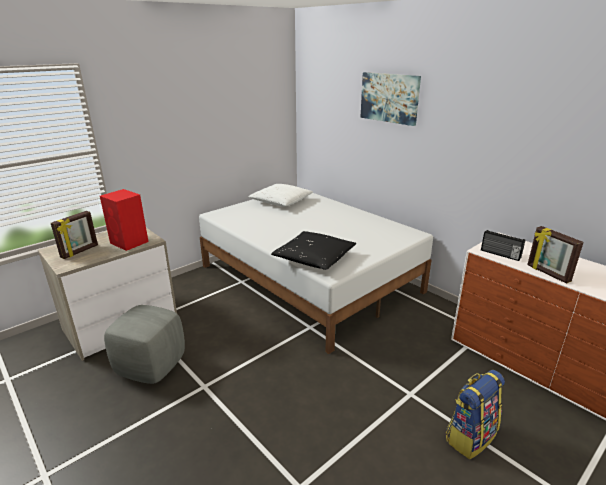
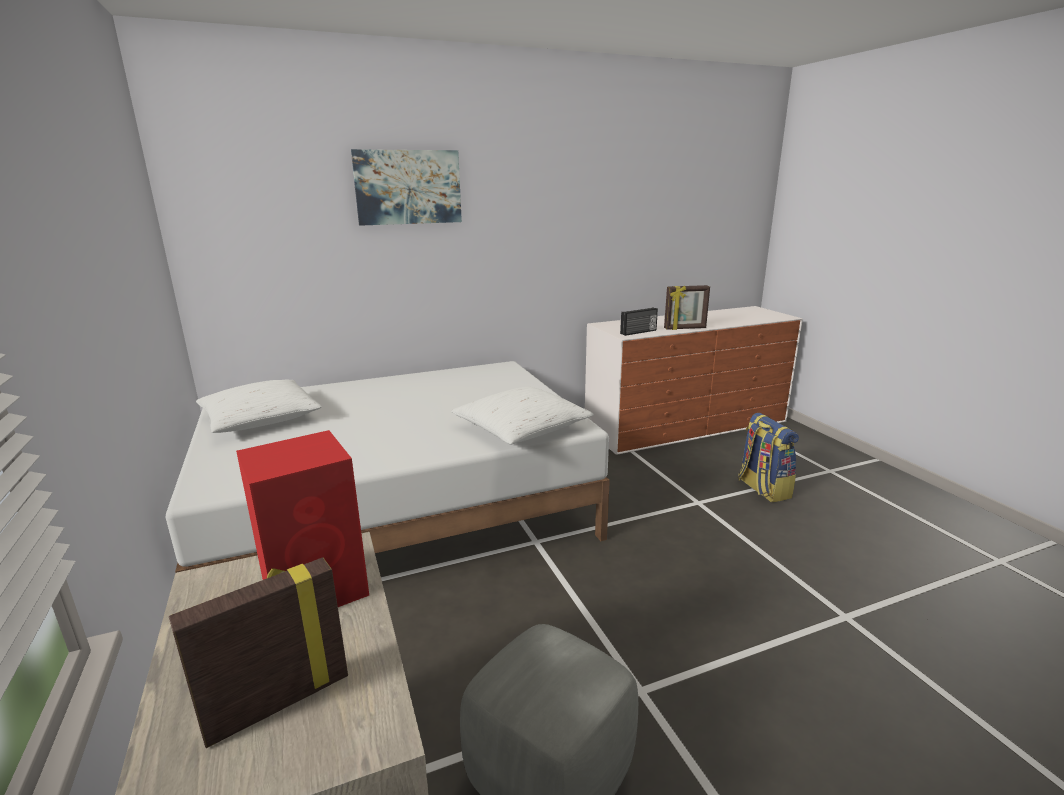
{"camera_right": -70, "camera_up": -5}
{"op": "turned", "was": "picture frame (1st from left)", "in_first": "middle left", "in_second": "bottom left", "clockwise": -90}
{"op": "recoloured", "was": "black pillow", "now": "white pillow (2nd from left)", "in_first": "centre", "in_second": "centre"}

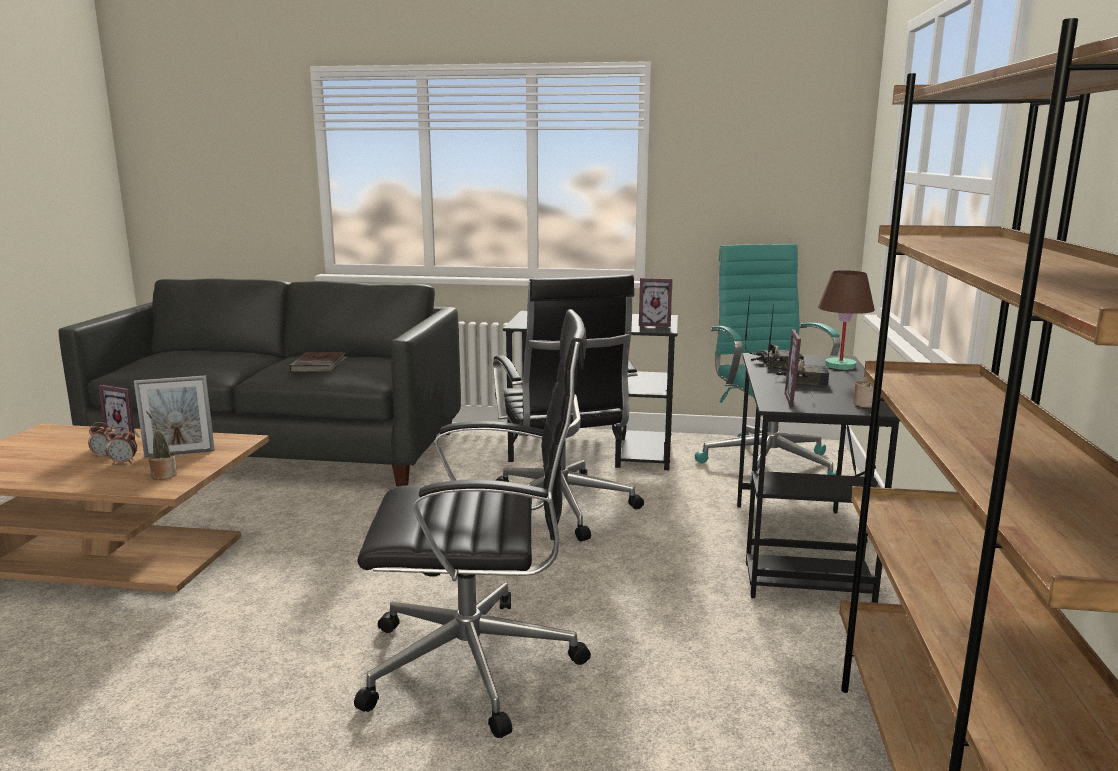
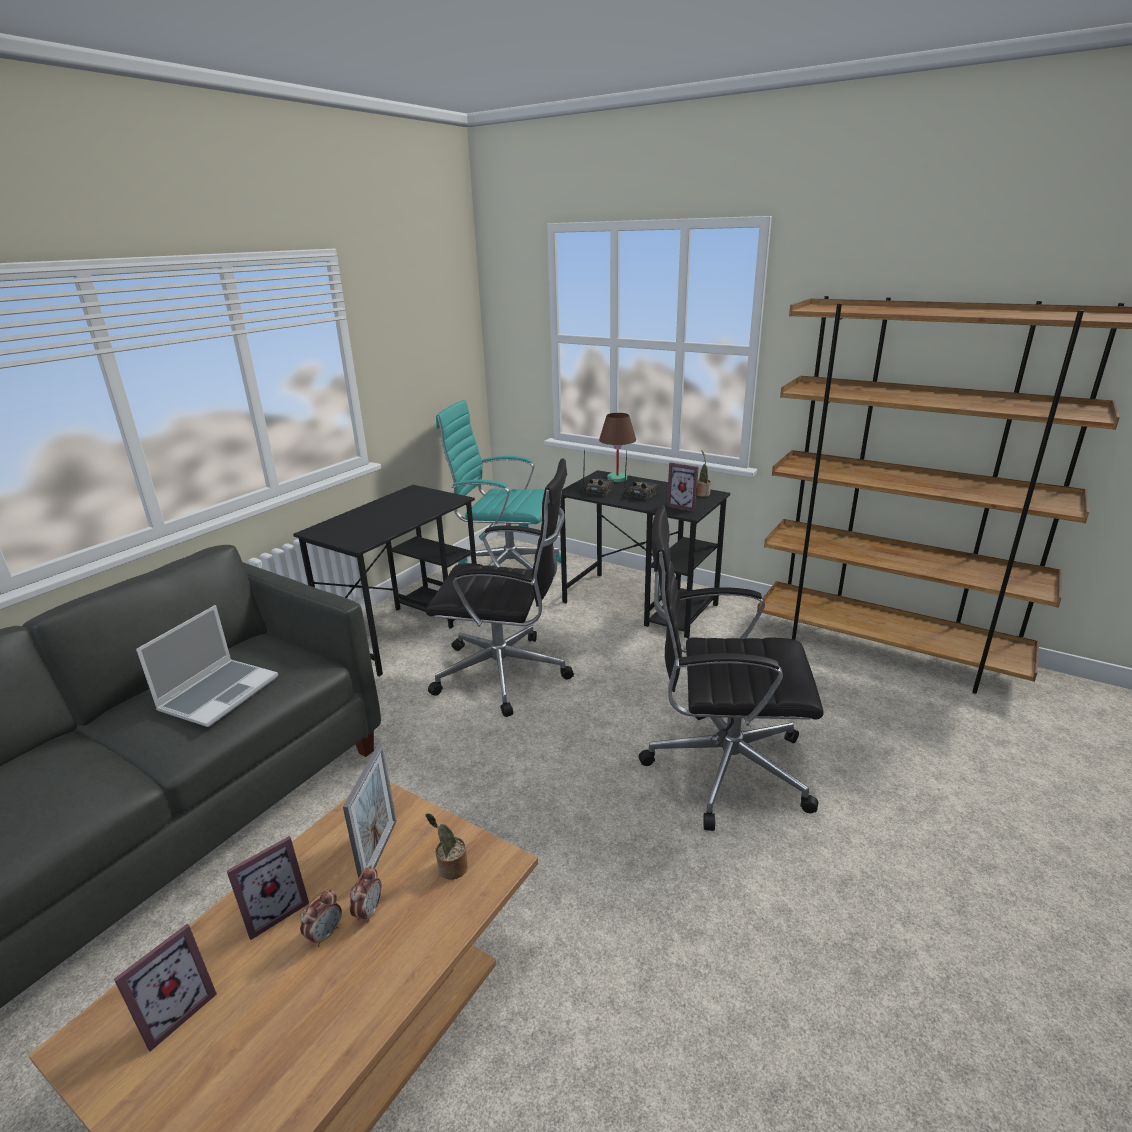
{"camera_right": -65, "camera_up": 10}
{"op": "moved", "was": "picture frame (3rd from left in the first image)", "now": "picture frame (1st from left)", "in_first": "centre", "in_second": "bottom left"}
{"op": "turned", "was": "black office chair (1st from left in the first image)", "in_first": "bottom centre", "in_second": "centre", "clockwise": -105}
{"op": "replaced", "was": "brown book", "now": "laptop", "in_first": "middle left", "in_second": "middle left"}

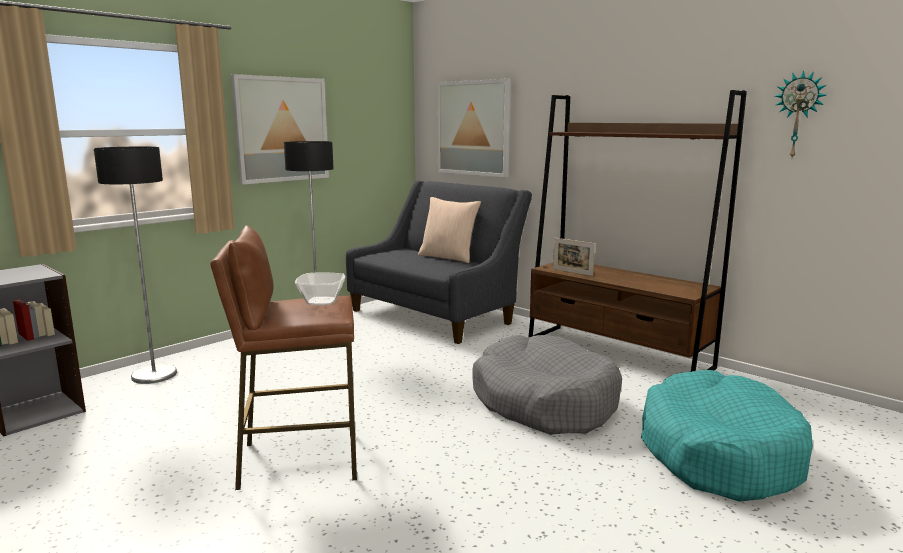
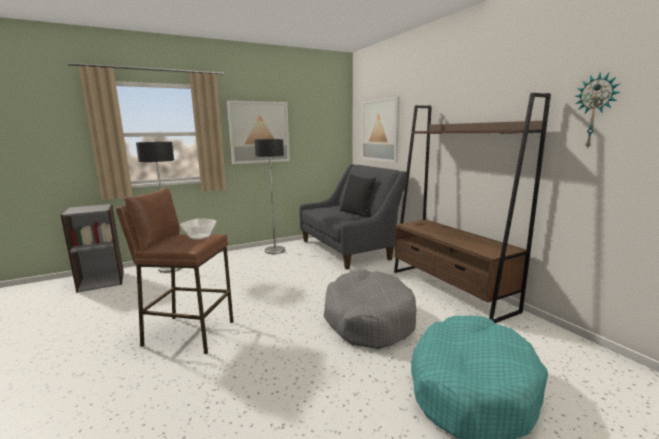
{"camera_right": 20, "camera_up": 0}
{"op": "recoloured", "was": "beige pillow", "now": "black pillow", "in_first": "centre", "in_second": "centre"}
{"op": "removed", "was": "picture frame", "in_first": "centre"}

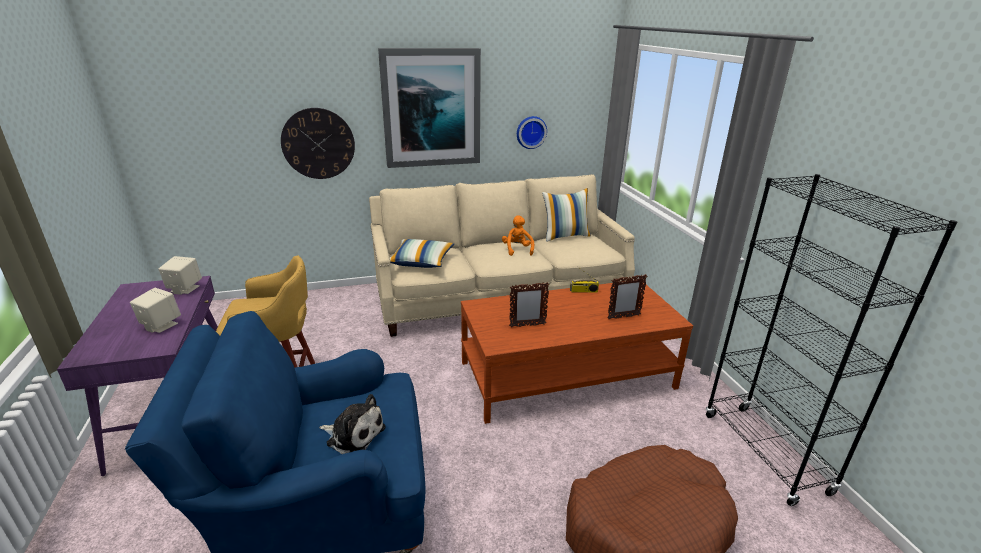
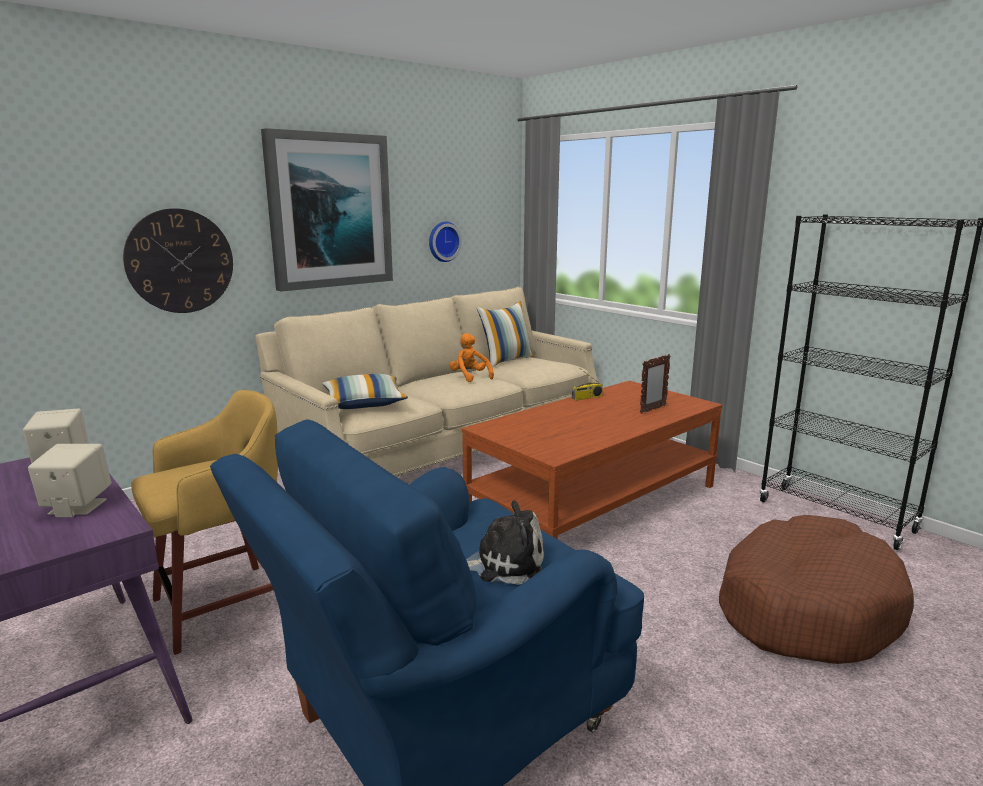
{"camera_right": -25, "camera_up": -10}
{"op": "removed", "was": "picture frame (1st from left)", "in_first": "centre"}

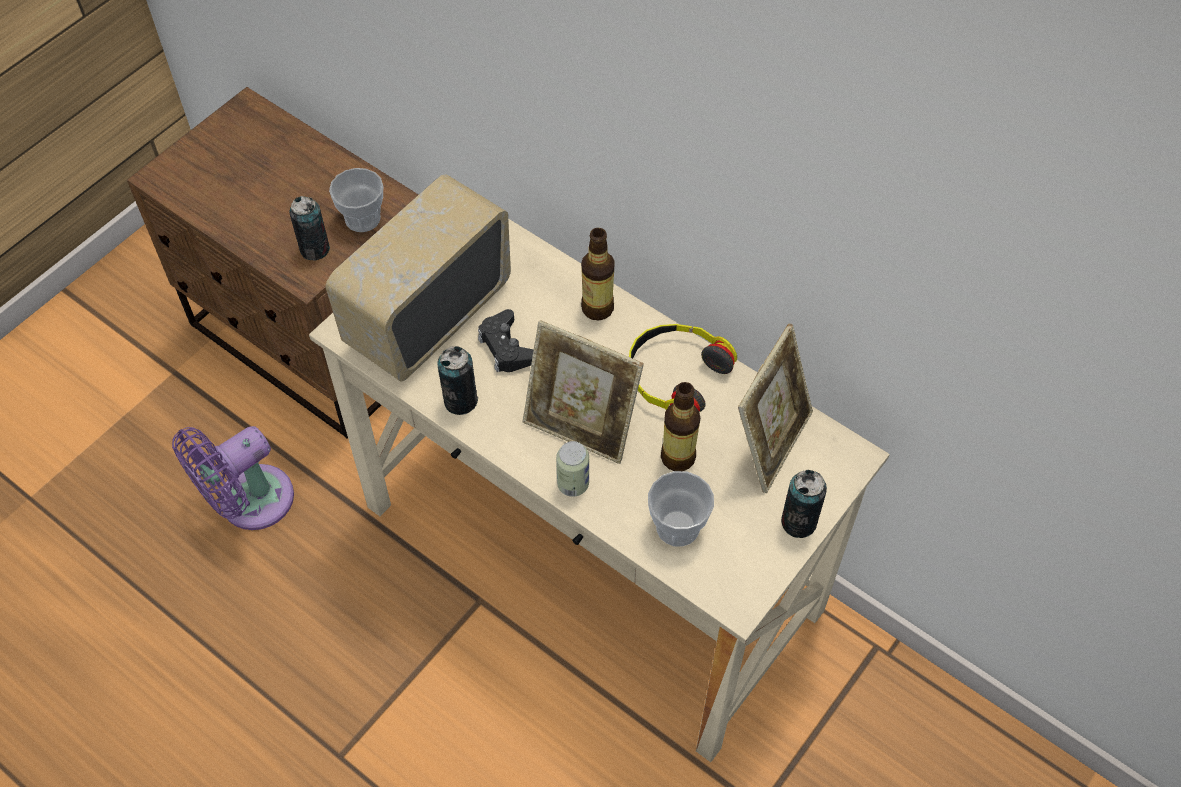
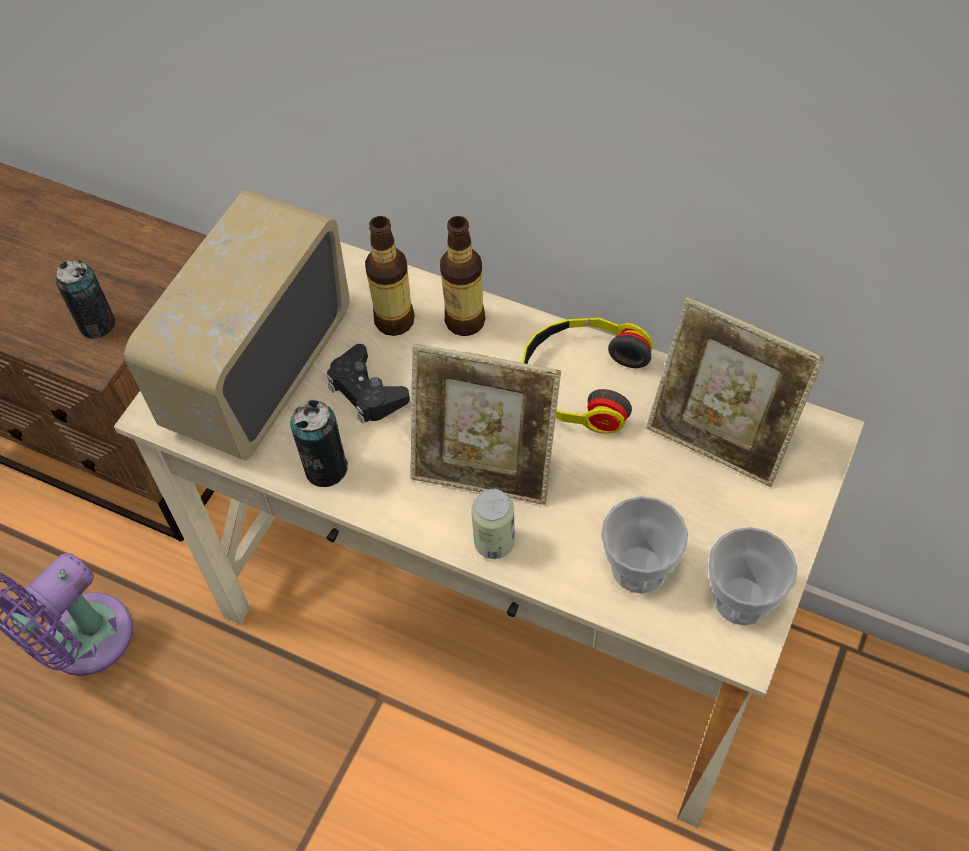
{"camera_right": -10, "camera_up": 0}
{"op": "moved", "was": "cup (1st from left in the first image)", "now": "cup (2nd from left)", "in_first": "top left", "in_second": "bottom right"}
{"op": "turned", "was": "picture frame (2nd from left)", "in_first": "centre", "in_second": "middle right", "clockwise": 105}
{"op": "moved", "was": "bottle (2nd from left in the first image)", "now": "bottle (1st from left)", "in_first": "centre", "in_second": "top centre"}
{"op": "removed", "was": "can (4th from left)", "in_first": "middle right"}

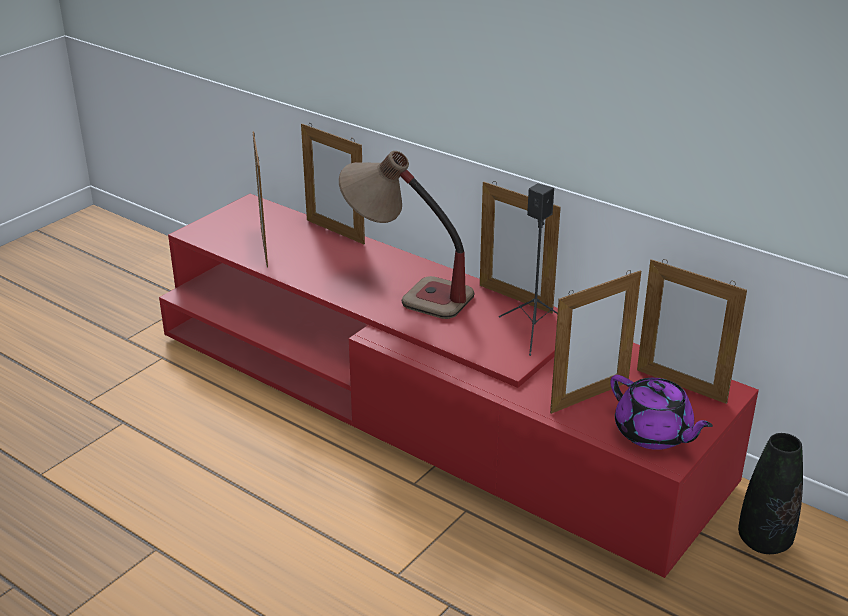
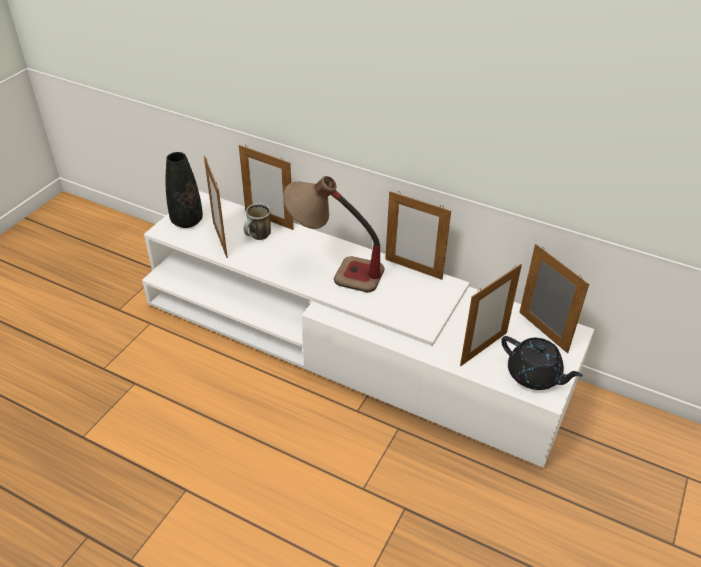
{"camera_right": -10, "camera_up": 10}
{"op": "removed", "was": "black speaker", "in_first": "centre"}
{"op": "recoloured", "was": "red tv stand", "now": "white tv stand", "in_first": "centre", "in_second": "centre"}
{"op": "turned", "was": "picture frame (5th from left)", "in_first": "middle right", "in_second": "middle right", "clockwise": -150}
{"op": "recoloured", "was": "purple teapot", "now": "black teapot", "in_first": "bottom right", "in_second": "middle right"}
{"op": "moved", "was": "black vase", "in_first": "bottom right", "in_second": "middle left"}
{"op": "added", "now": "mug", "in_second": "centre"}

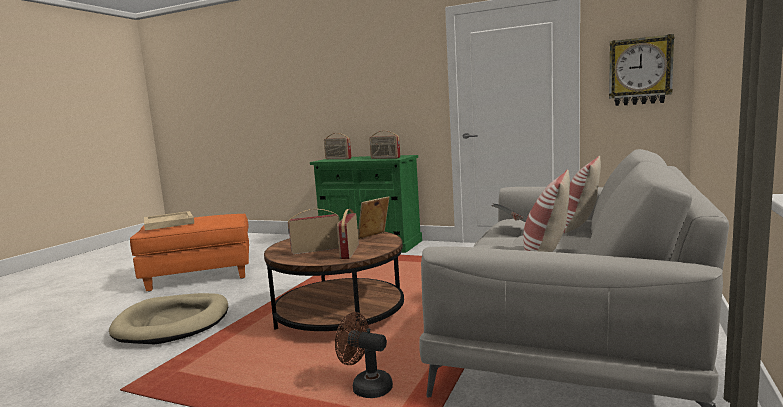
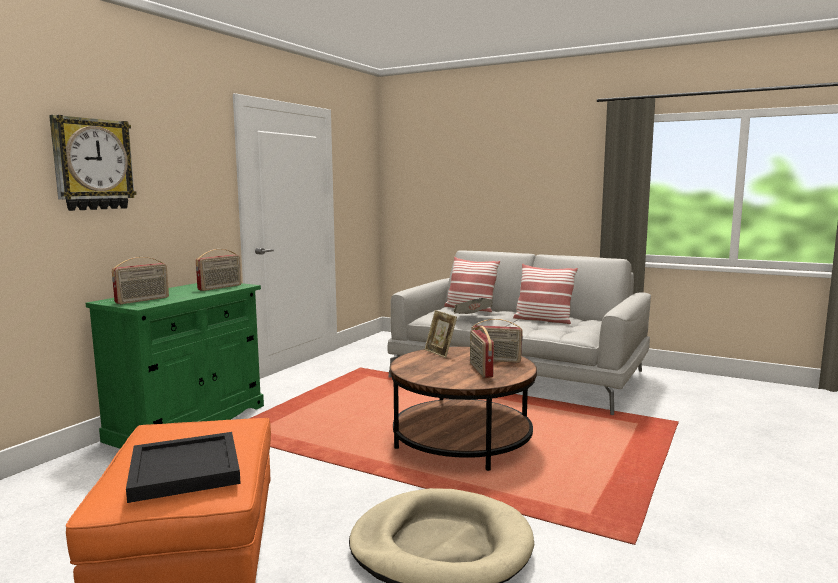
{"camera_right": -85, "camera_up": 0}
{"op": "moved", "was": "wall clock", "in_first": "top right", "in_second": "top left"}
{"op": "recoloured", "was": "beige tray", "now": "black tray", "in_first": "middle left", "in_second": "bottom left"}
{"op": "removed", "was": "brown fan", "in_first": "bottom centre"}

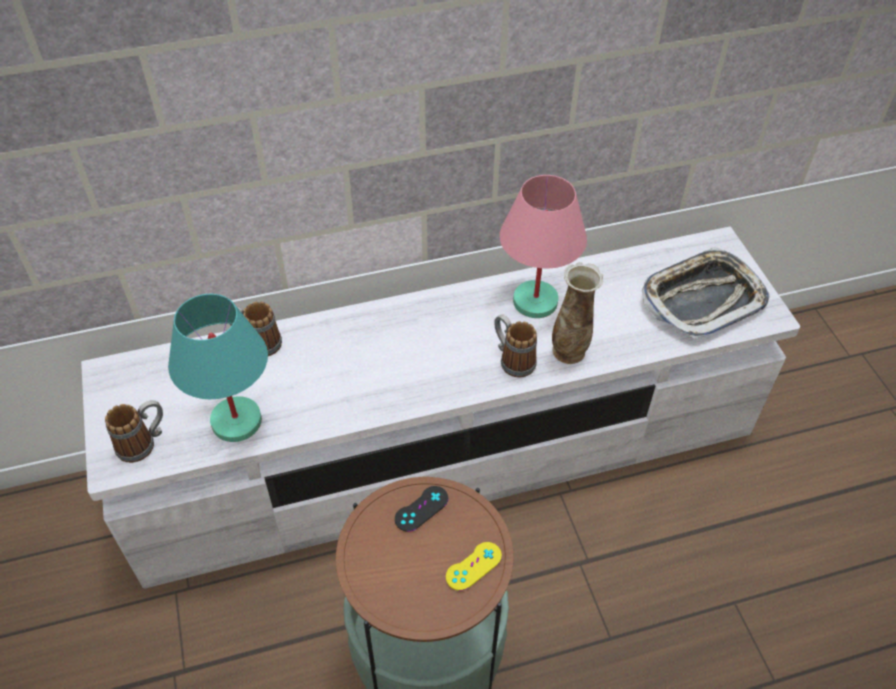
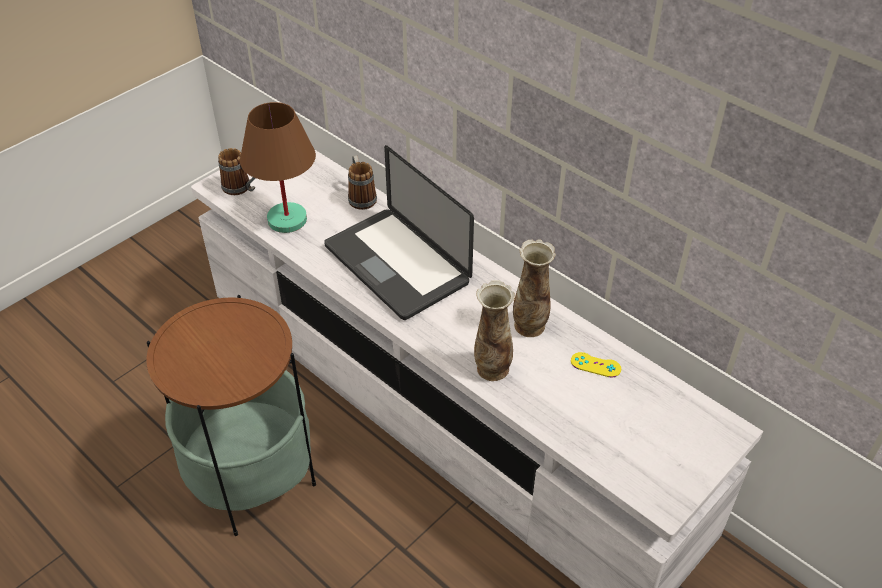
{"camera_right": 60, "camera_up": -5}
{"op": "replaced", "was": "pink table lamp", "now": "vase (2nd from left)", "in_first": "centre", "in_second": "centre"}
{"op": "removed", "was": "tray", "in_first": "middle right"}
{"op": "recoloured", "was": "turquoise table lamp", "now": "brown table lamp", "in_first": "middle left", "in_second": "top left"}
{"op": "removed", "was": "mug (3rd from left)", "in_first": "centre"}
{"op": "removed", "was": "black game controller", "in_first": "bottom centre"}
{"op": "moved", "was": "yellow game controller", "in_first": "bottom centre", "in_second": "middle right"}
{"op": "added", "now": "laptop", "in_second": "centre"}

